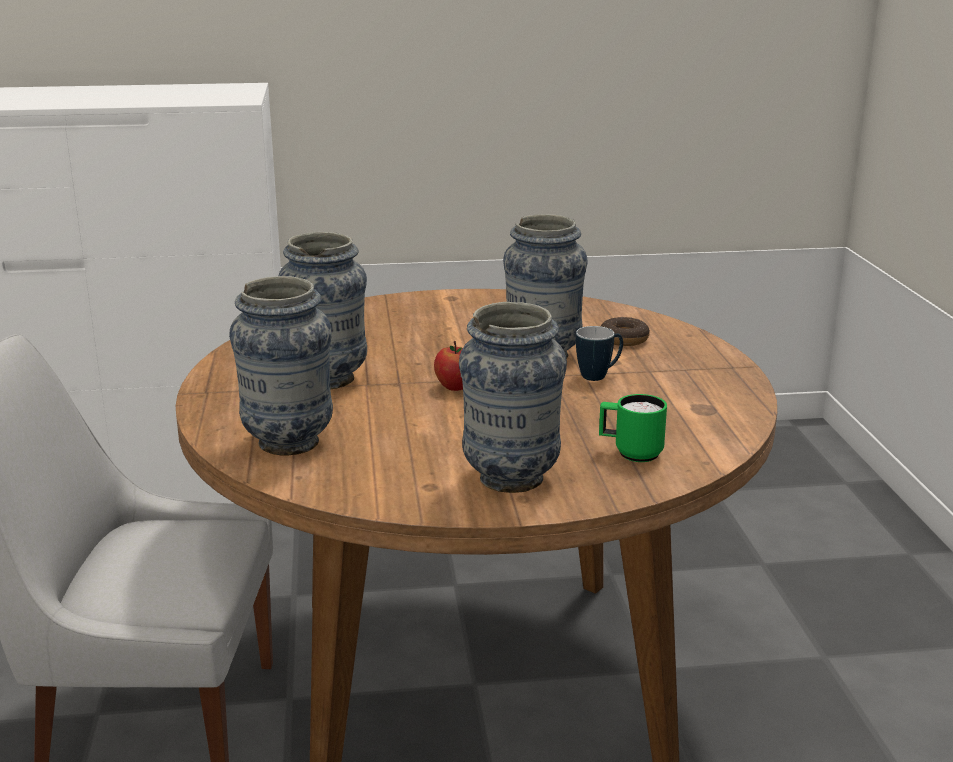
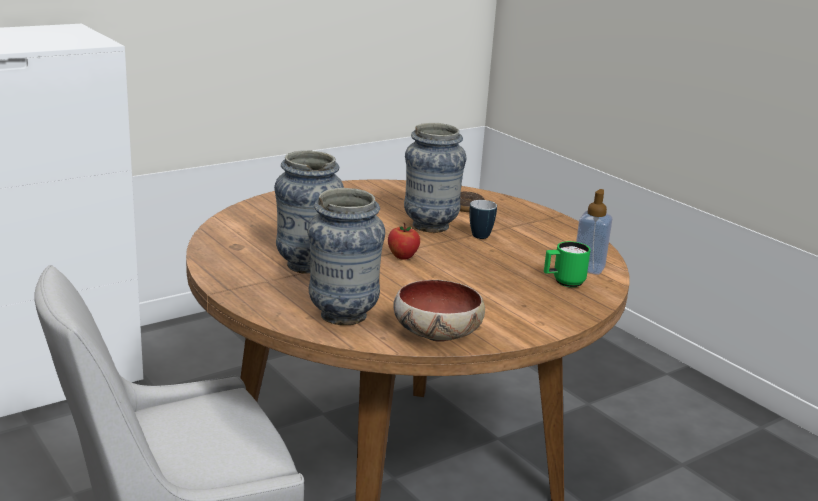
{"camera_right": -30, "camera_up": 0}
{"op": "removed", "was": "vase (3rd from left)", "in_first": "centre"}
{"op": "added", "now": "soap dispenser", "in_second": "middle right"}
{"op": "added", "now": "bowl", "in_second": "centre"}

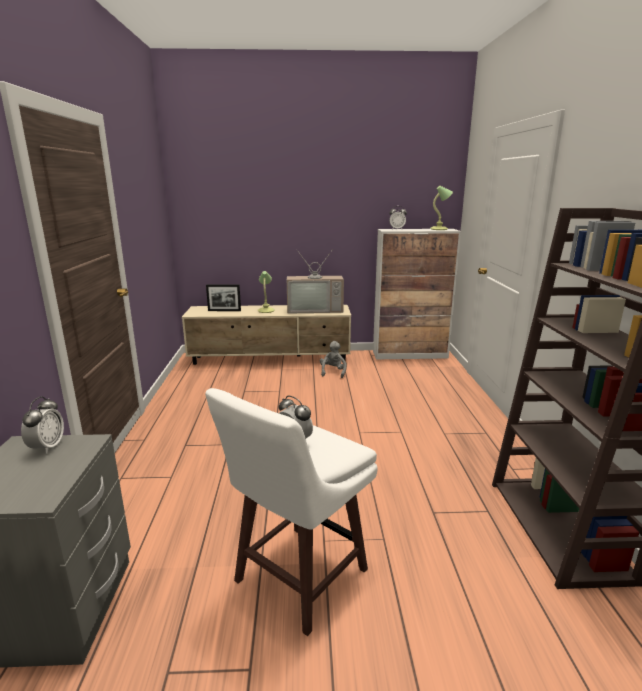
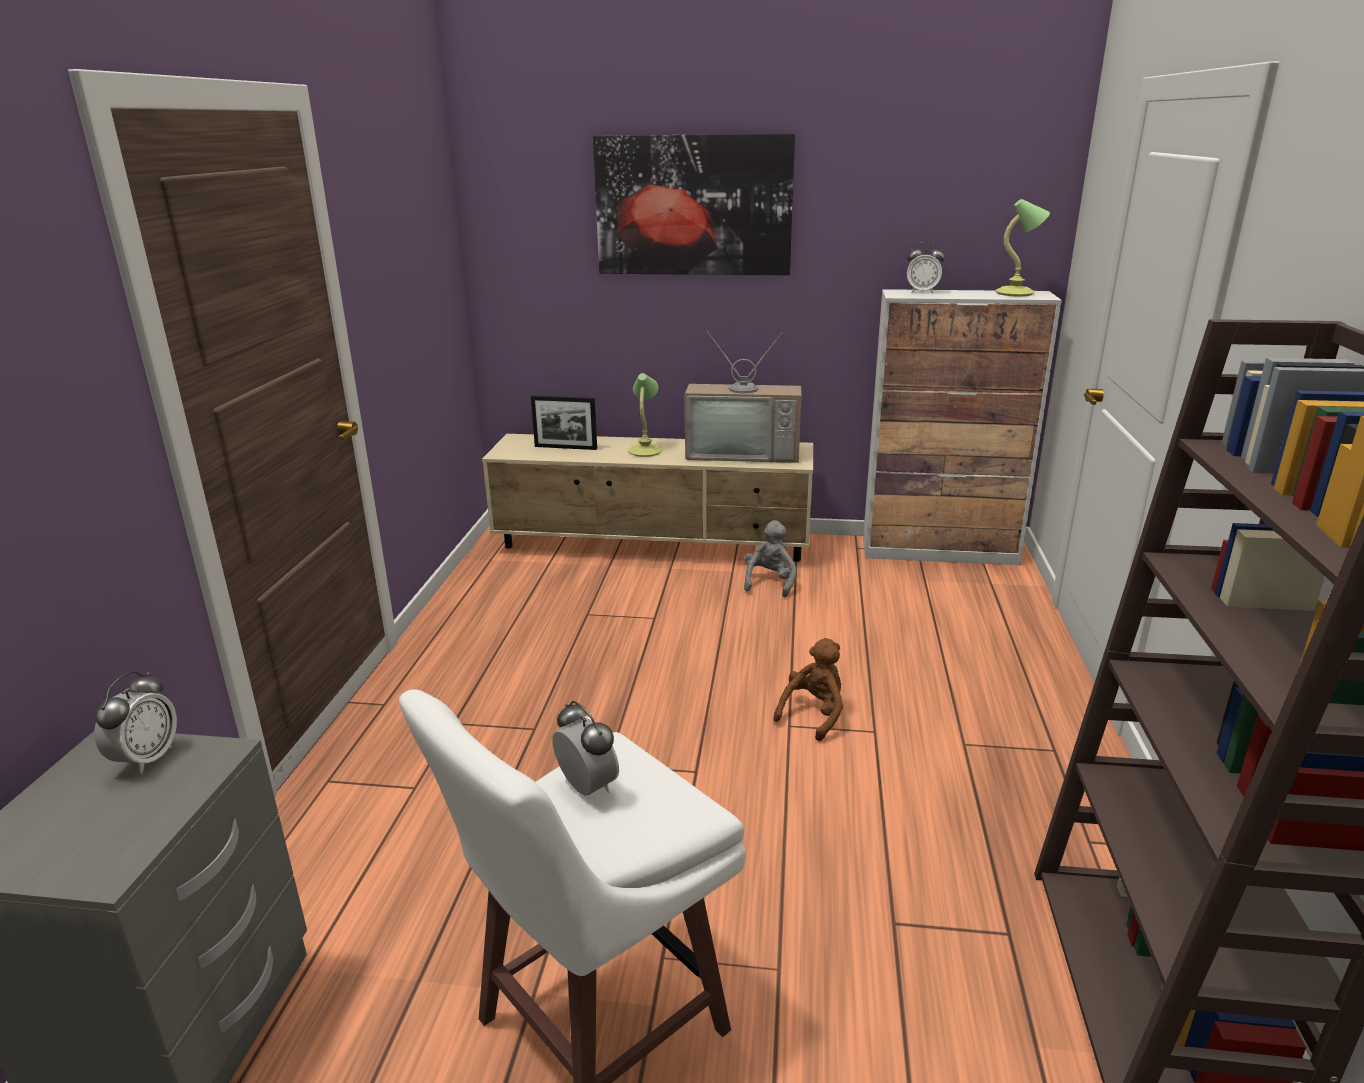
{"camera_right": 10, "camera_up": 5}
{"op": "added", "now": "picture", "in_second": "top centre"}
{"op": "added", "now": "brown plush toy", "in_second": "centre"}

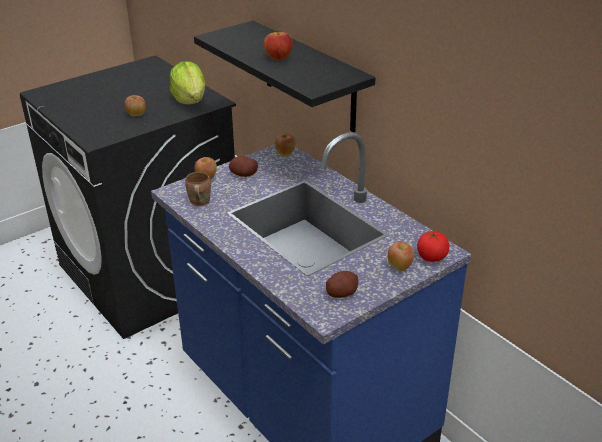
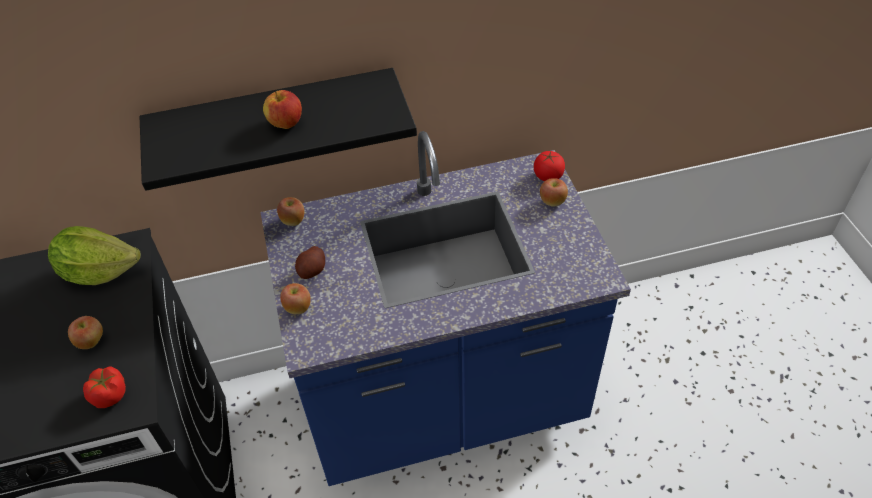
{"camera_right": -65, "camera_up": 15}
{"op": "removed", "was": "brown mug", "in_first": "middle left"}
{"op": "removed", "was": "potato (2nd from left)", "in_first": "centre"}
{"op": "added", "now": "tomato (1st from left)", "in_second": "bottom left"}

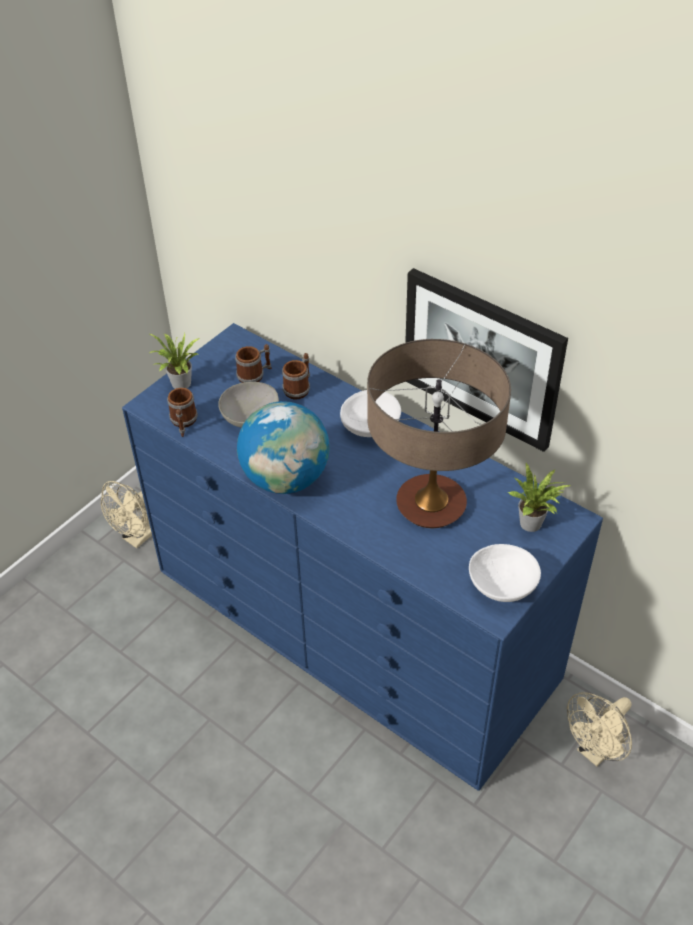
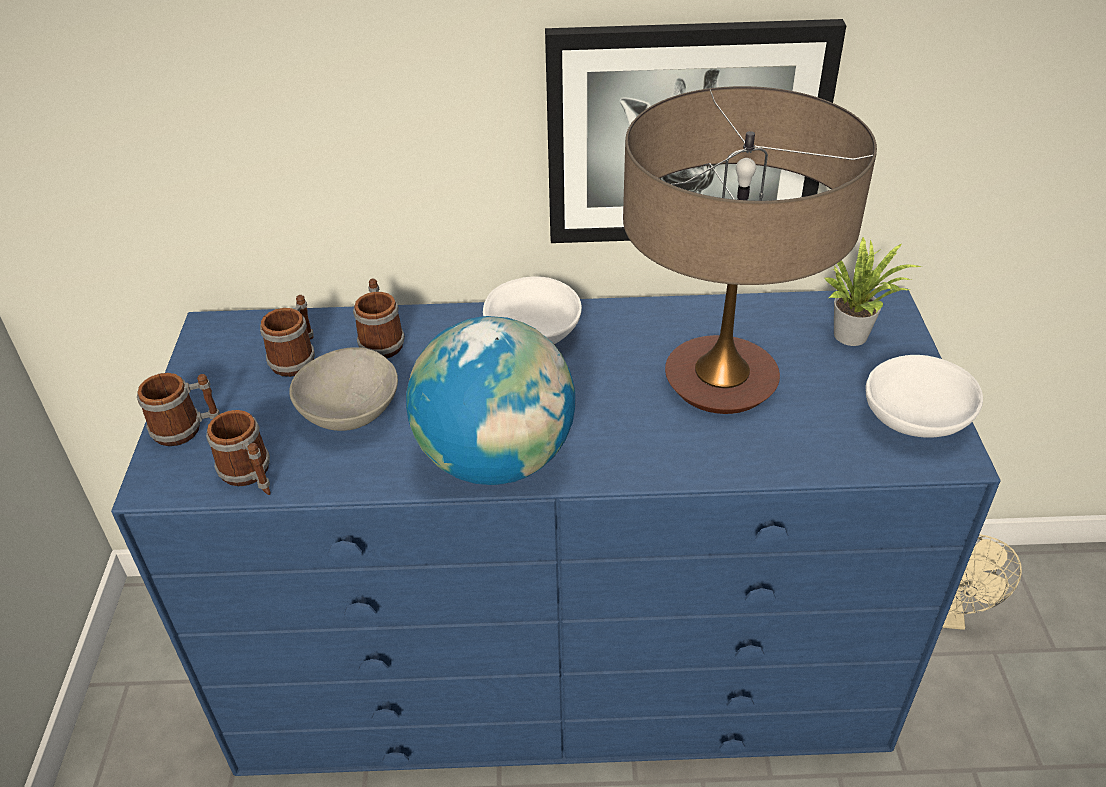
{"camera_right": -40, "camera_up": -5}
{"op": "replaced", "was": "potted plant (1st from left)", "now": "mug (1st from left)", "in_first": "middle left", "in_second": "middle left"}
{"op": "removed", "was": "beige fan (1st from left)", "in_first": "middle left"}

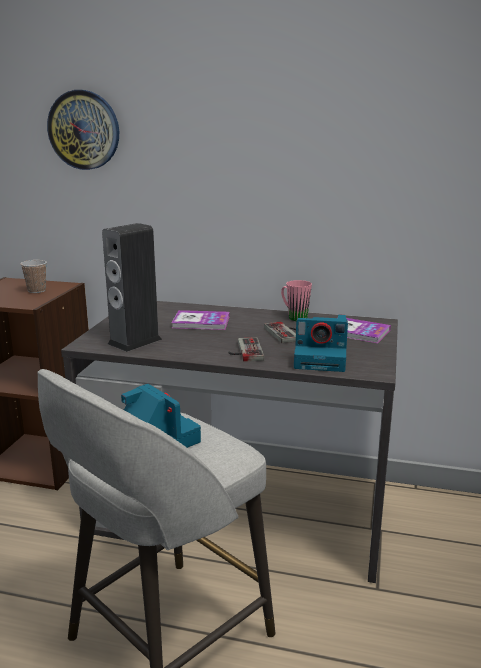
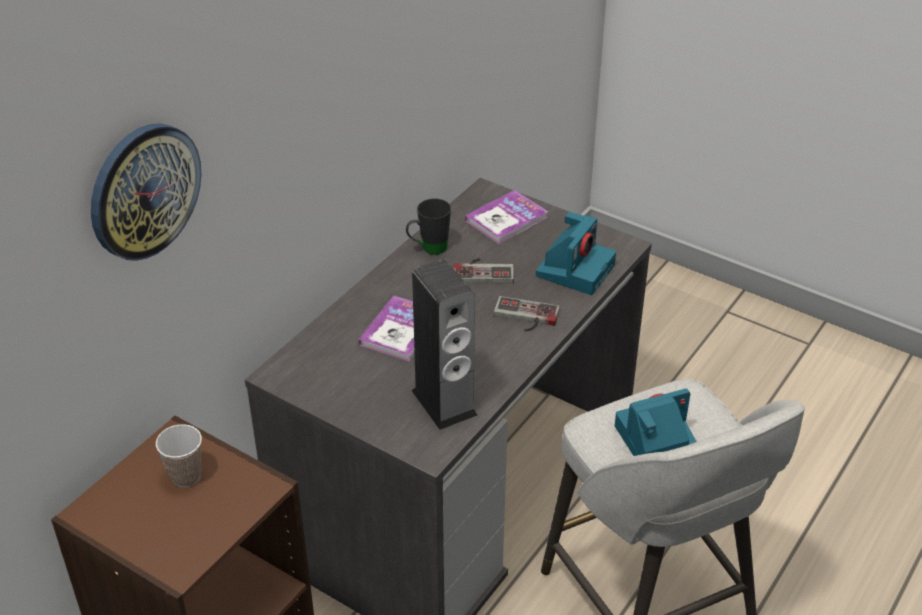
{"camera_right": -70, "camera_up": 20}
{"op": "recoloured", "was": "pink mug", "now": "black mug", "in_first": "centre", "in_second": "centre"}

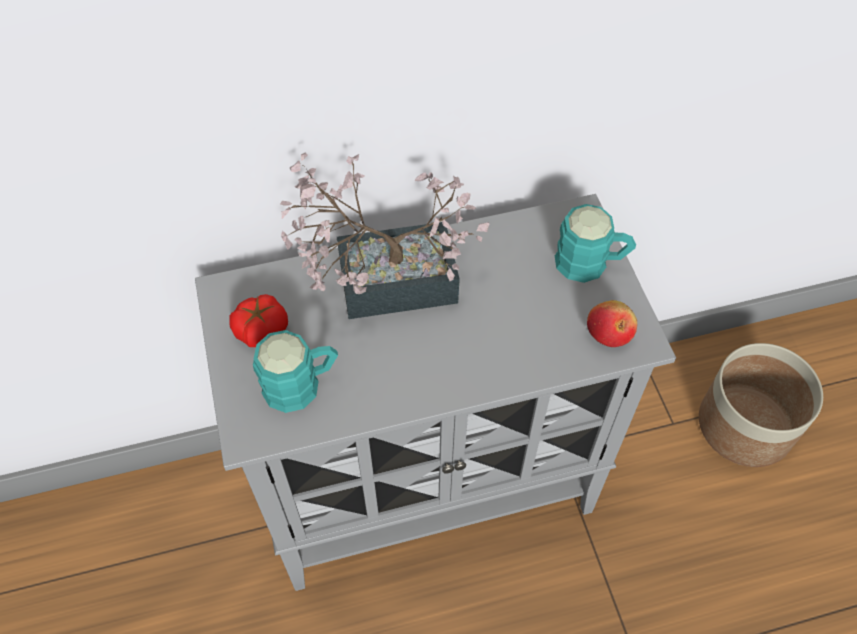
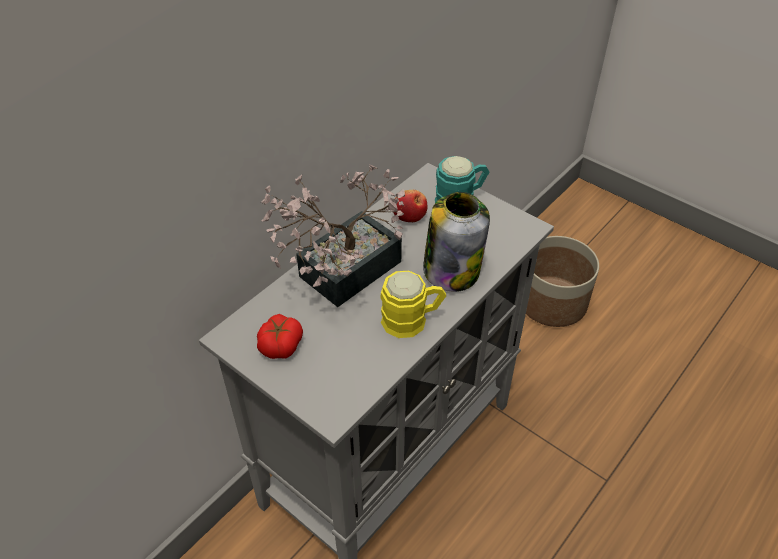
{"camera_right": -35, "camera_up": -10}
{"op": "moved", "was": "apple", "in_first": "middle right", "in_second": "centre"}
{"op": "removed", "was": "turquoise mug (1st from left)", "in_first": "centre"}
{"op": "added", "now": "jar", "in_second": "centre"}
{"op": "added", "now": "yellow mug", "in_second": "centre"}

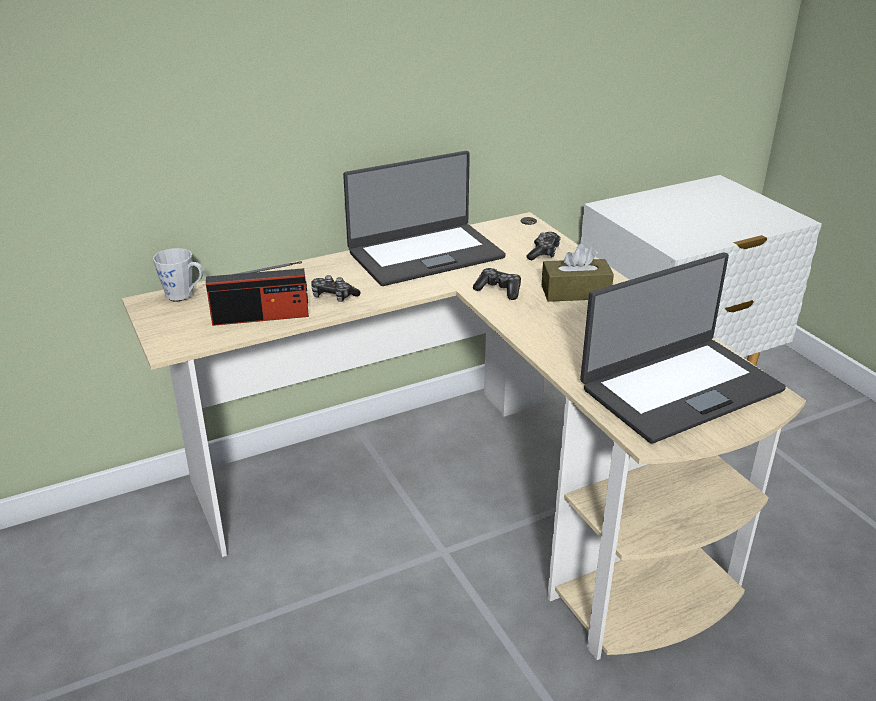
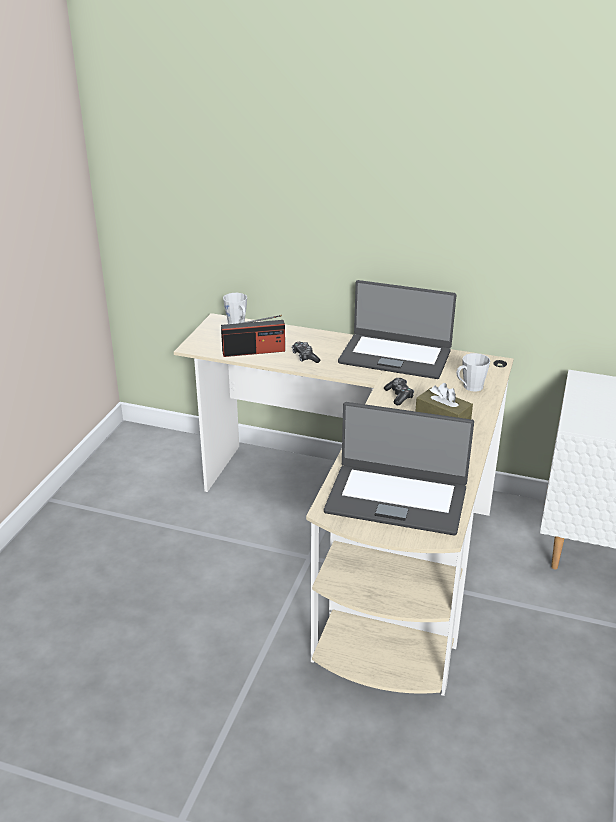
{"camera_right": 45, "camera_up": 0}
{"op": "replaced", "was": "game controller (3rd from left)", "now": "grey mug (2nd from left)", "in_first": "centre", "in_second": "middle right"}
{"op": "turned", "was": "radio", "in_first": "middle left", "in_second": "centre", "clockwise": -45}

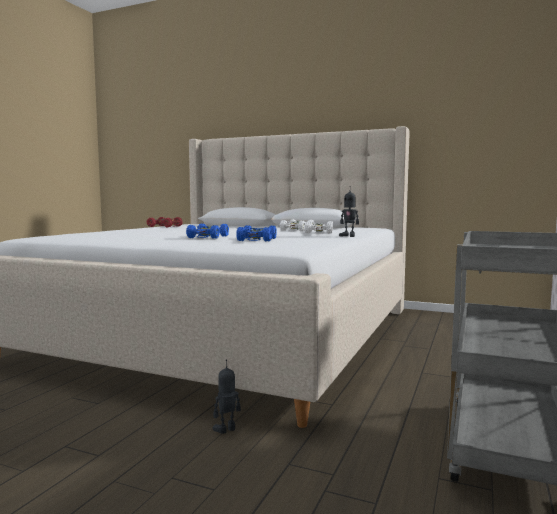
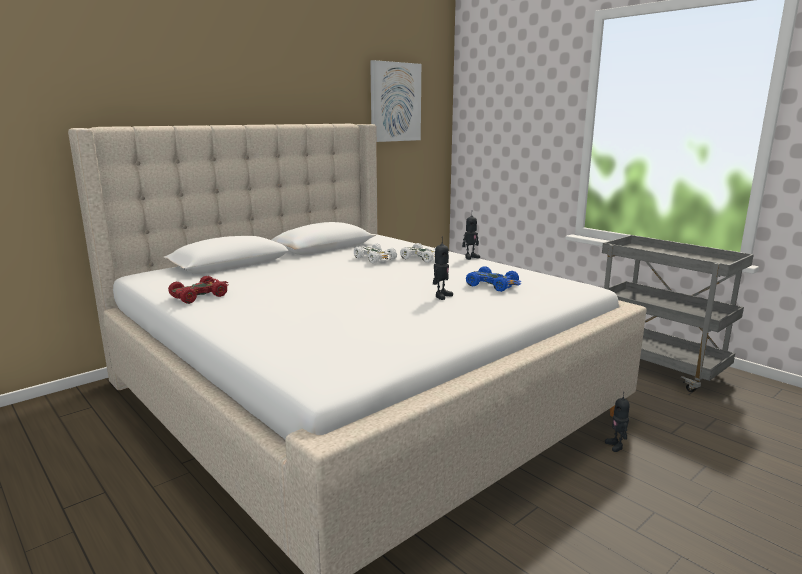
{"camera_right": -65, "camera_up": 10}
{"op": "replaced", "was": "blue toy car (1st from left)", "now": "toy robot (1st from left)", "in_first": "centre", "in_second": "centre"}
{"op": "added", "now": "picture", "in_second": "top centre"}

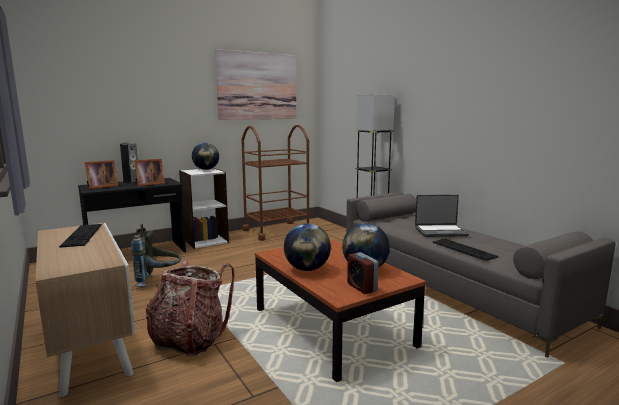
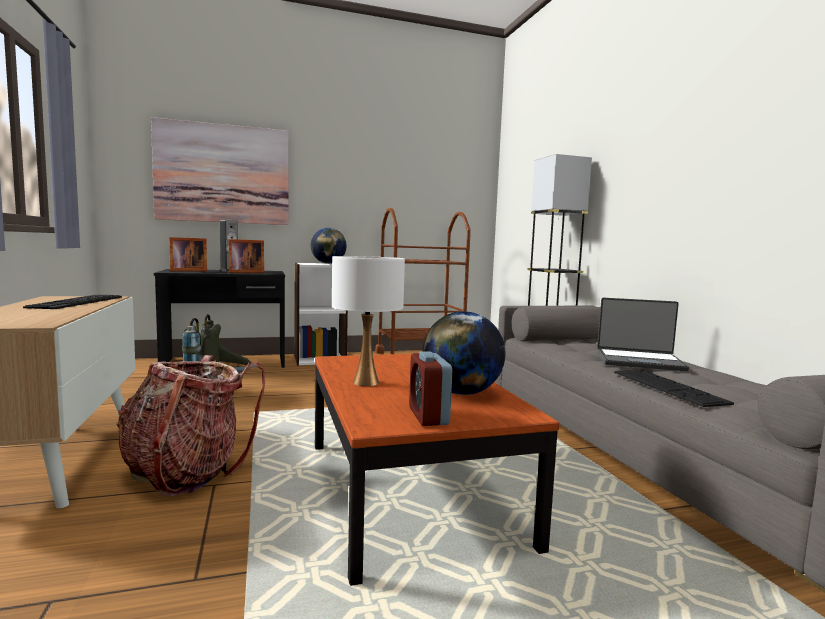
{"camera_right": 15, "camera_up": -5}
{"op": "moved", "was": "picture", "in_first": "top centre", "in_second": "top left"}
{"op": "replaced", "was": "globe (2nd from left)", "now": "white table lamp", "in_first": "centre", "in_second": "centre"}

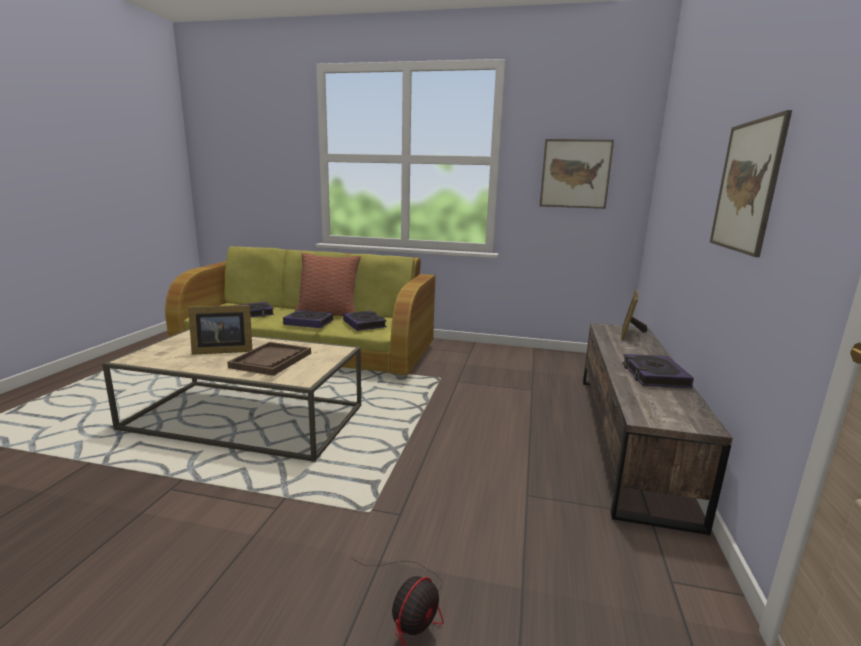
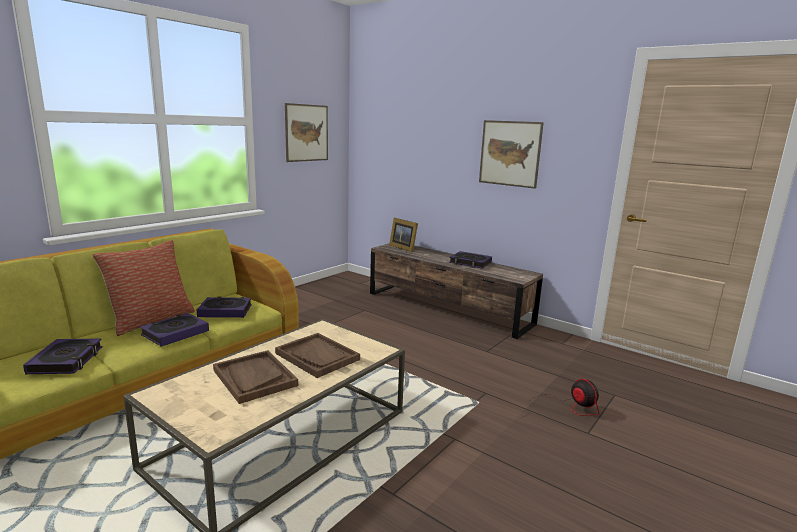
{"camera_right": -65, "camera_up": 0}
{"op": "replaced", "was": "picture frame (1st from left)", "now": "brown tray (1st from left)", "in_first": "middle left", "in_second": "bottom left"}

